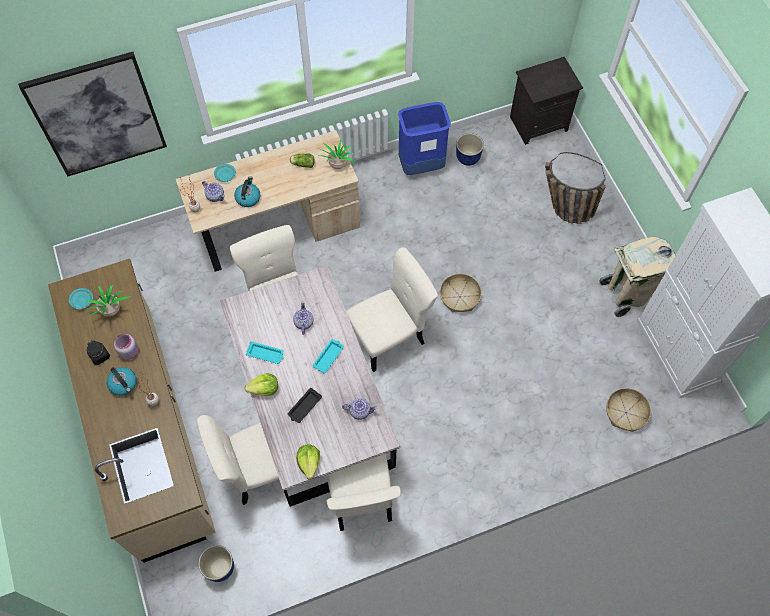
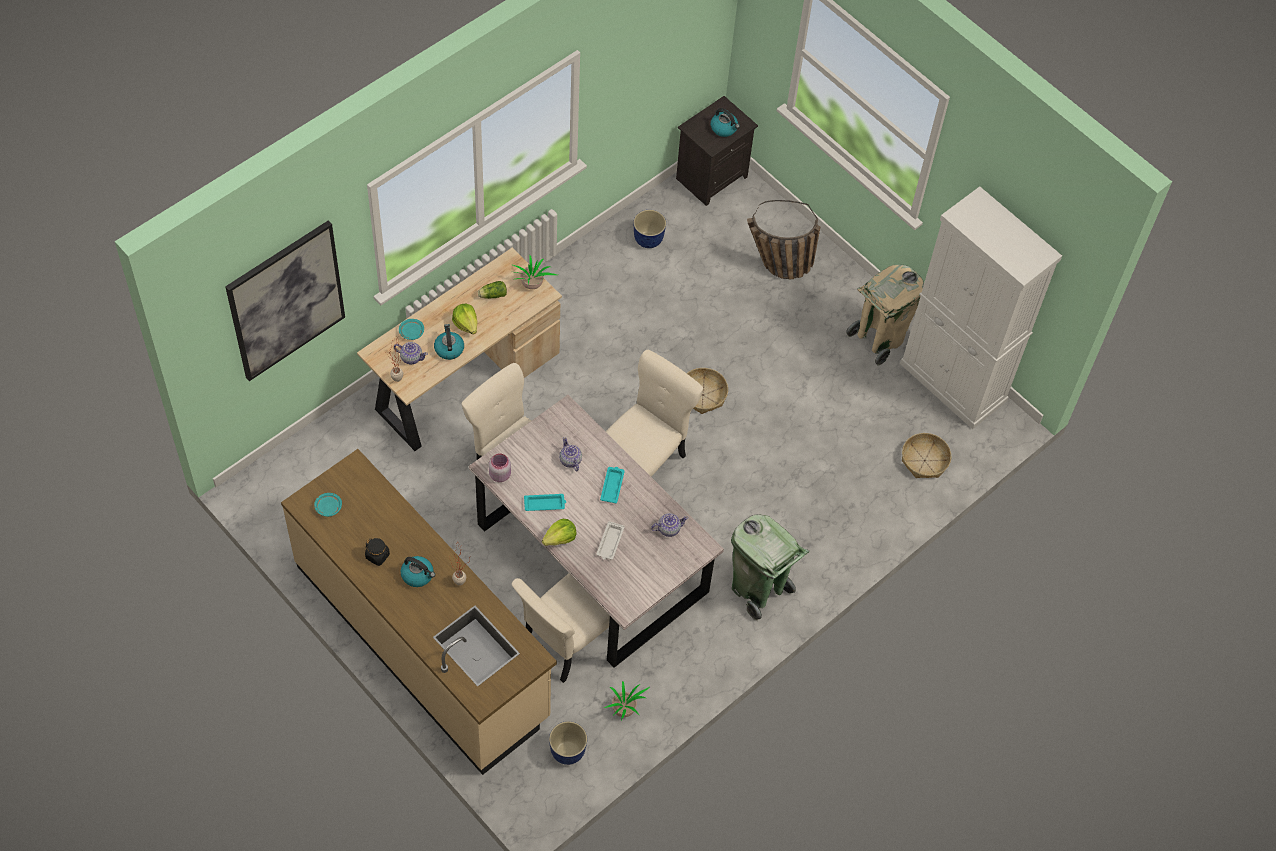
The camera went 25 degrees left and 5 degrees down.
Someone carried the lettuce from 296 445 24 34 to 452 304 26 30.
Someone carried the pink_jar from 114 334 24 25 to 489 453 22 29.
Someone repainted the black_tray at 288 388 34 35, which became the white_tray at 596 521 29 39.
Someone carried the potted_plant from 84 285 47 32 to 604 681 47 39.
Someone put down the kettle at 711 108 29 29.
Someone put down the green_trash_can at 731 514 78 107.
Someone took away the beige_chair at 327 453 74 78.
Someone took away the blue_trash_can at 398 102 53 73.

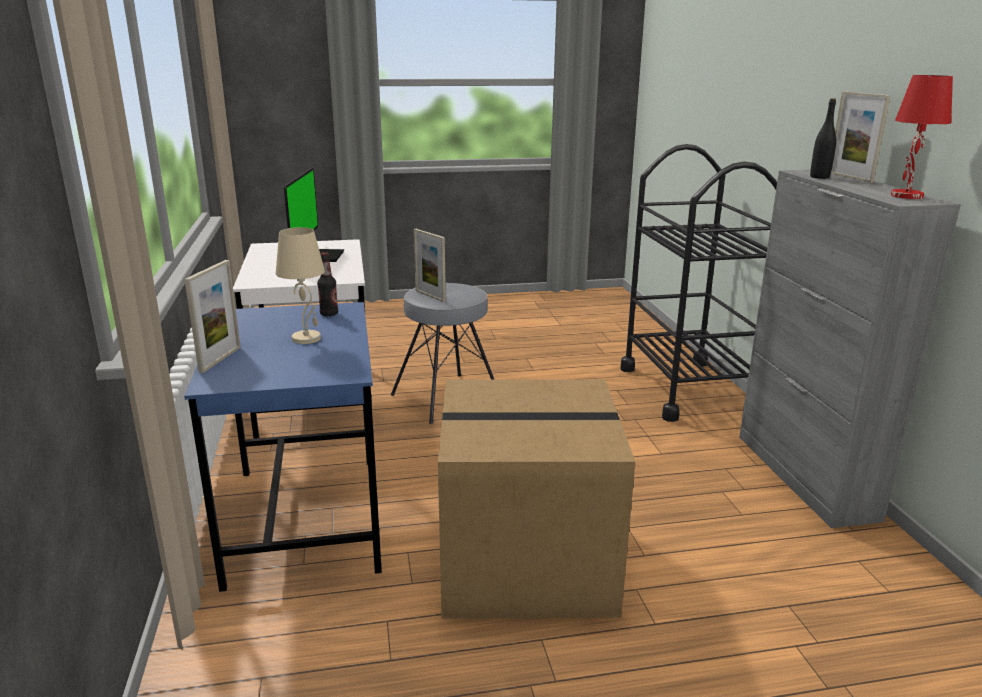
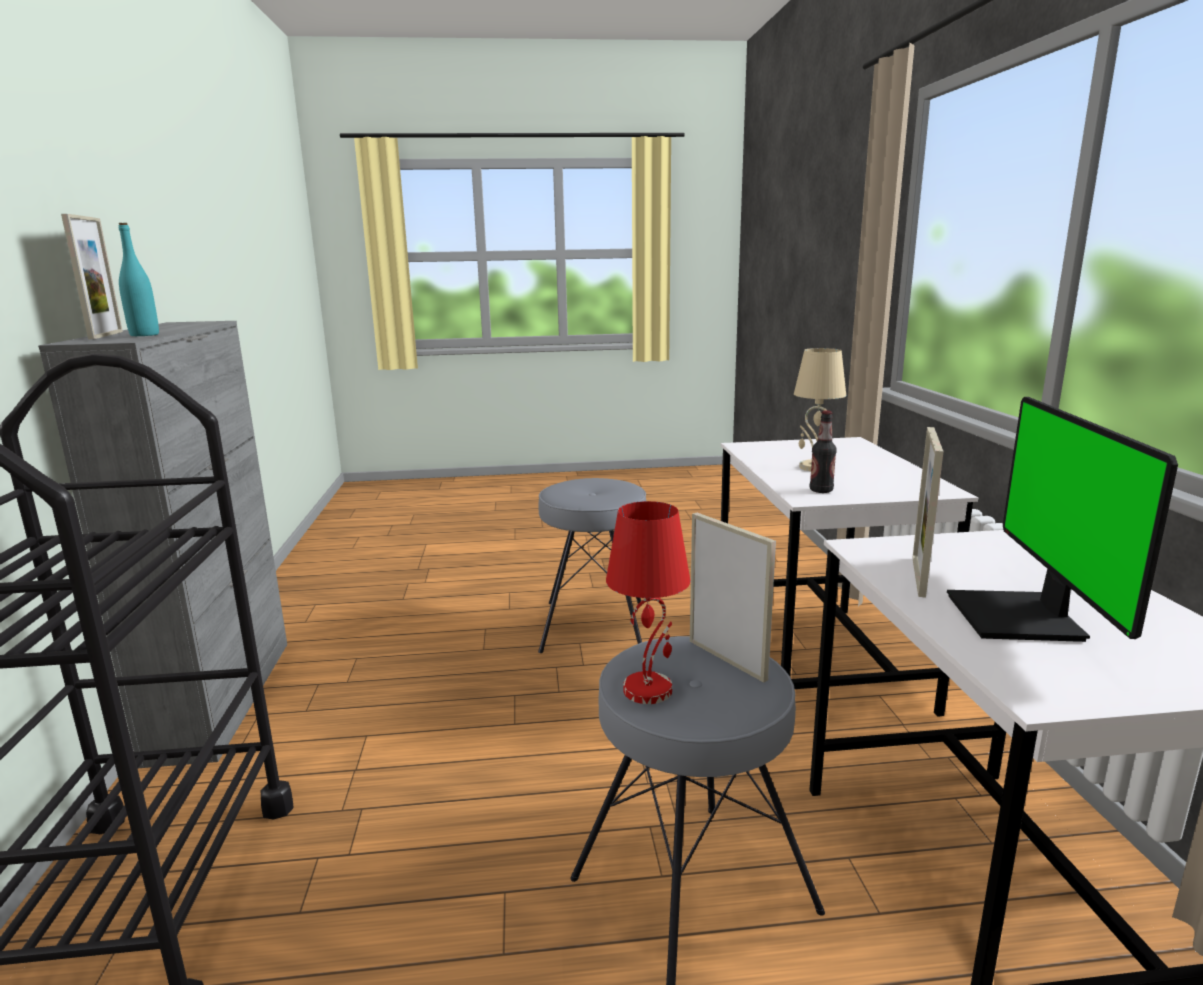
The camera went 175 degrees left and 5 degrees down.
Someone repainted the black_bottle at 810 98 26 81, which became the turquoise_bottle at 119 223 40 113.
Someone swapped the cardboard_box at 438 379 197 240 for the grey_stool at 538 478 108 175.
Someone carried the red_table_lamp from 891 75 62 124 to 606 501 85 203.
Someone repainted the blue_desk at 184 302 198 290, which became the white_desk at 721 437 257 280.
Someone carried the picture_frame from 184 260 57 113 to 912 427 32 171.

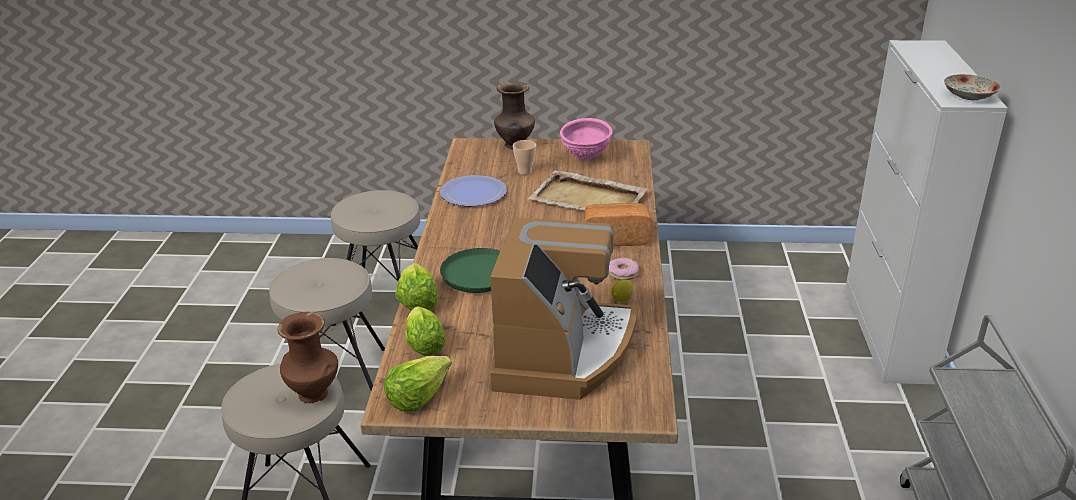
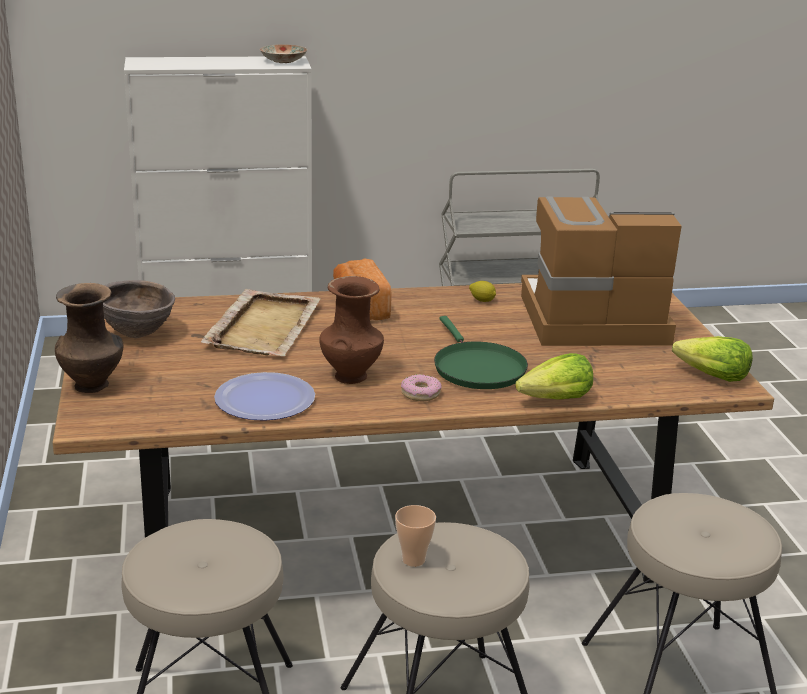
The camera went 105 degrees left and 5 degrees down.
Someone repainted the pink_bowl at 560 118 52 42, which became the brown_bowl at 103 280 72 58.
Someone carried the brown_vase from 277 312 61 91 to 320 276 64 108.
Someone carried the cup from 513 140 23 35 to 395 505 41 62.
Someone carried the donut from 609 258 30 22 to 401 374 41 27.
Someone took away the lettuce at 405 306 41 50.

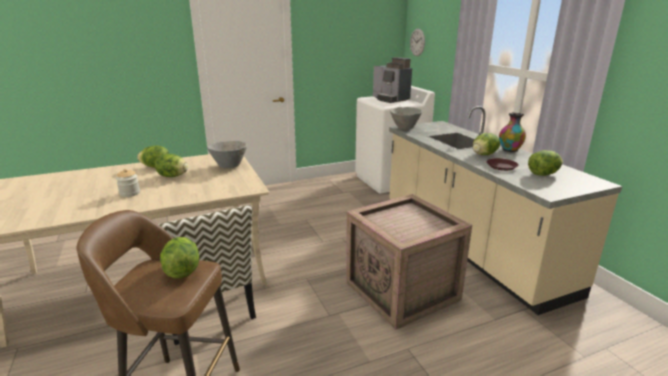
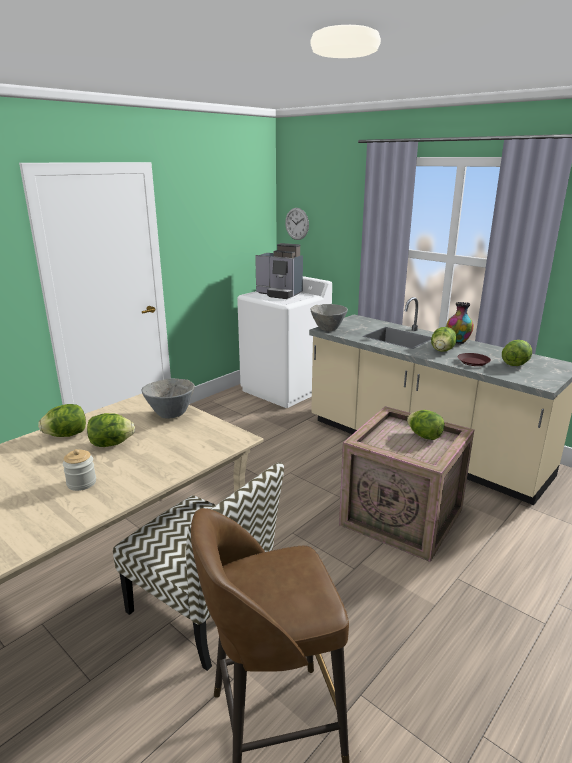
The camera went 25 degrees left and 0 degrees up.
Someone carried the lettuce from 160 237 39 41 to 407 410 38 30.

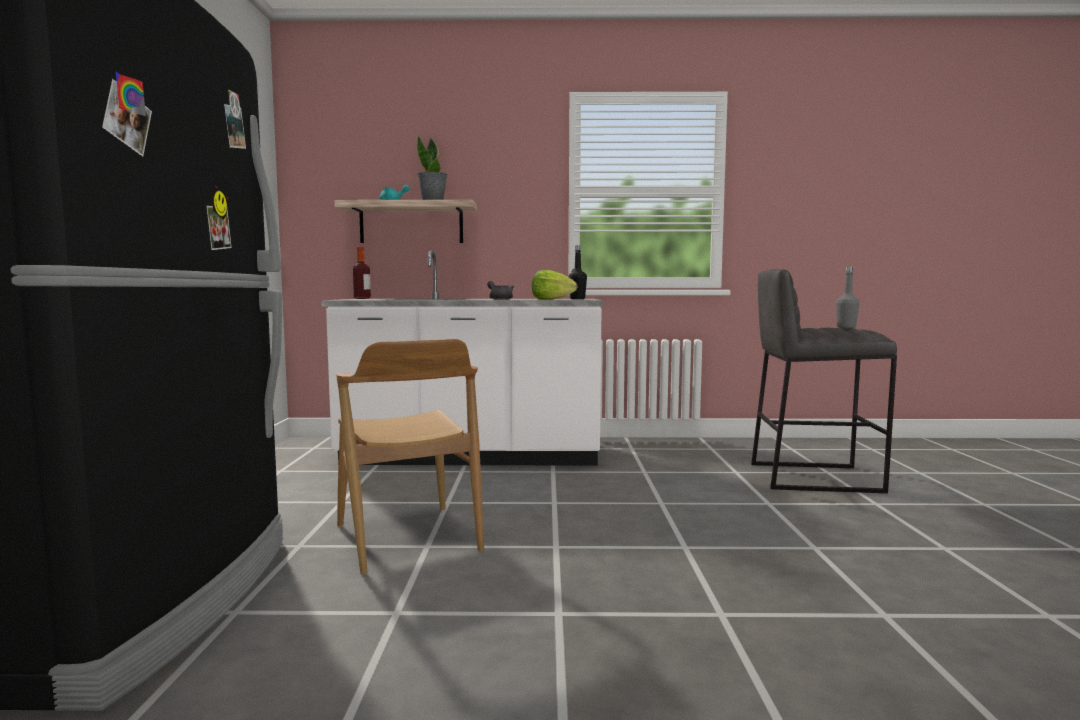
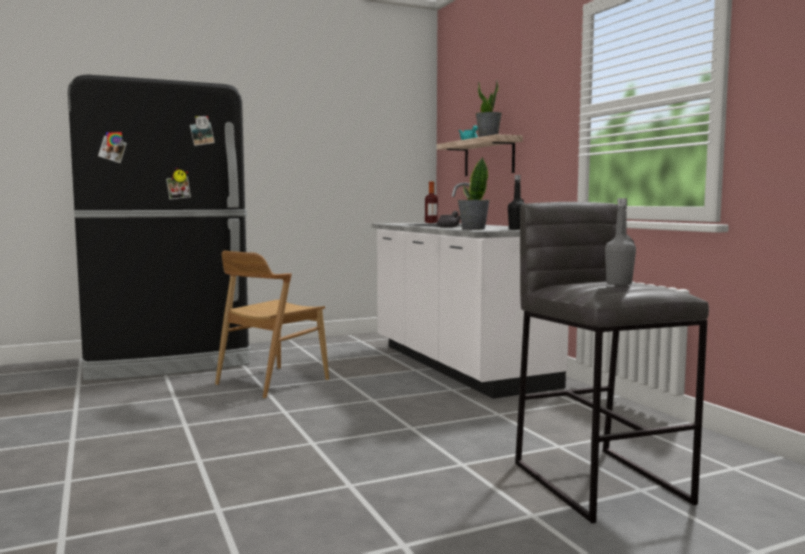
The camera went 65 degrees right and 0 degrees up.
Someone swapped the lettuce at 532 270 46 30 for the potted_plant at 457 157 33 73.

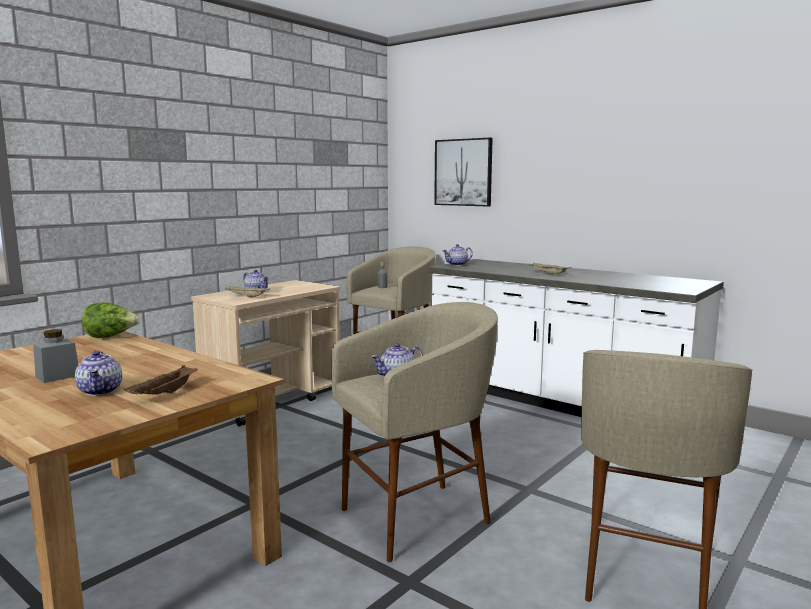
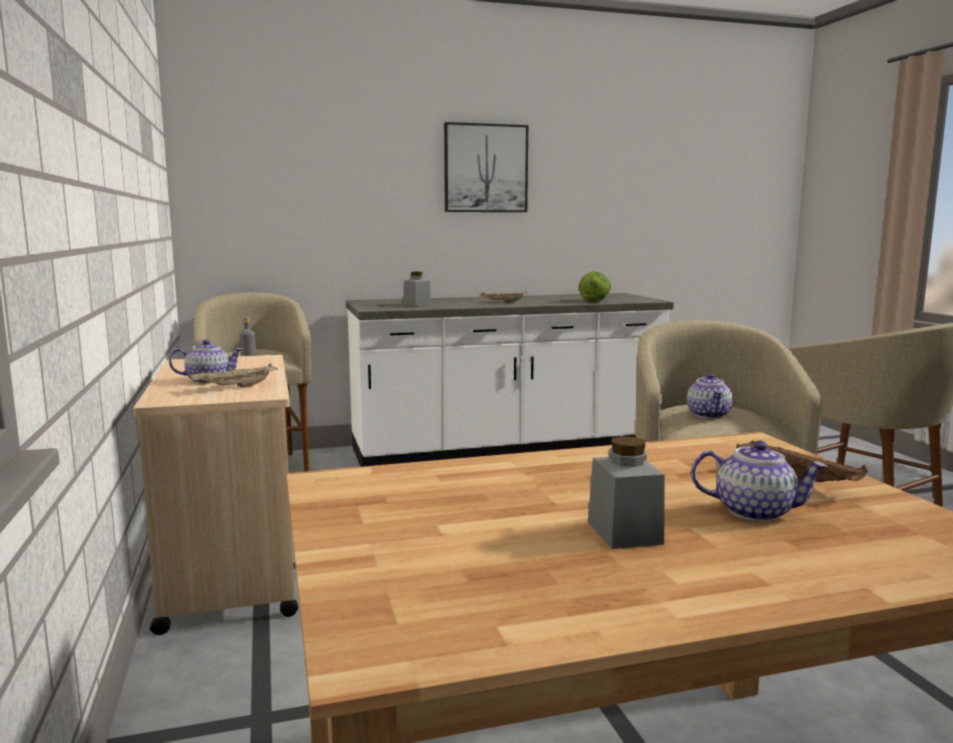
The camera went 55 degrees left and 0 degrees up.
Someone put down the grey_jar at 403 272 28 34.
Someone carried the picture from 434 138 59 68 to 444 122 84 90.
Someone carried the lettuce from 82 302 58 36 to 579 271 32 31.
Someone took away the teapot at 443 244 30 22.

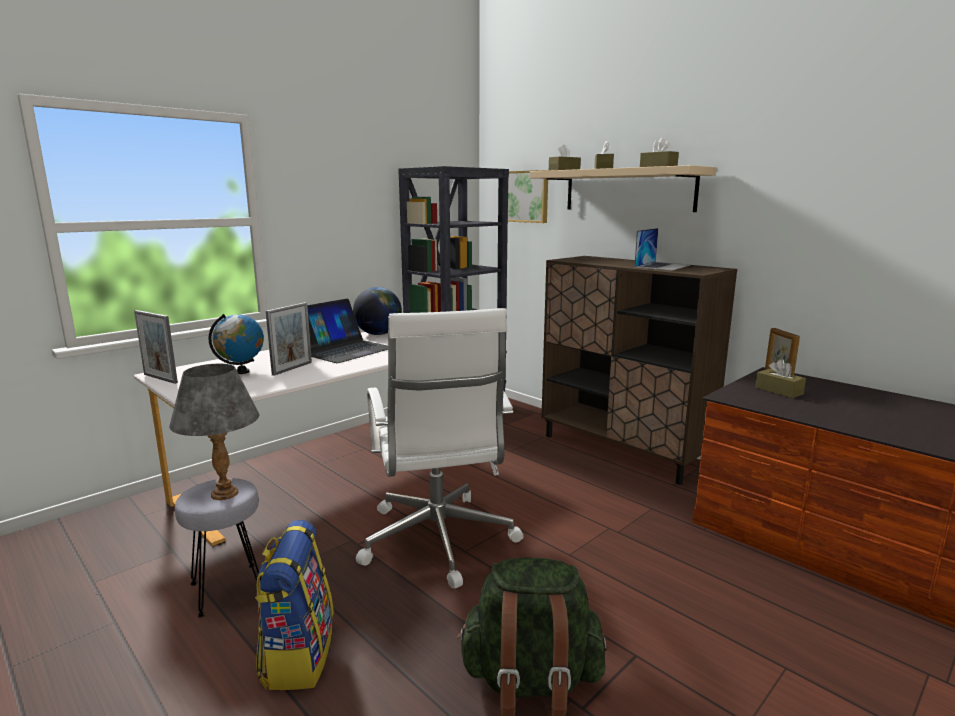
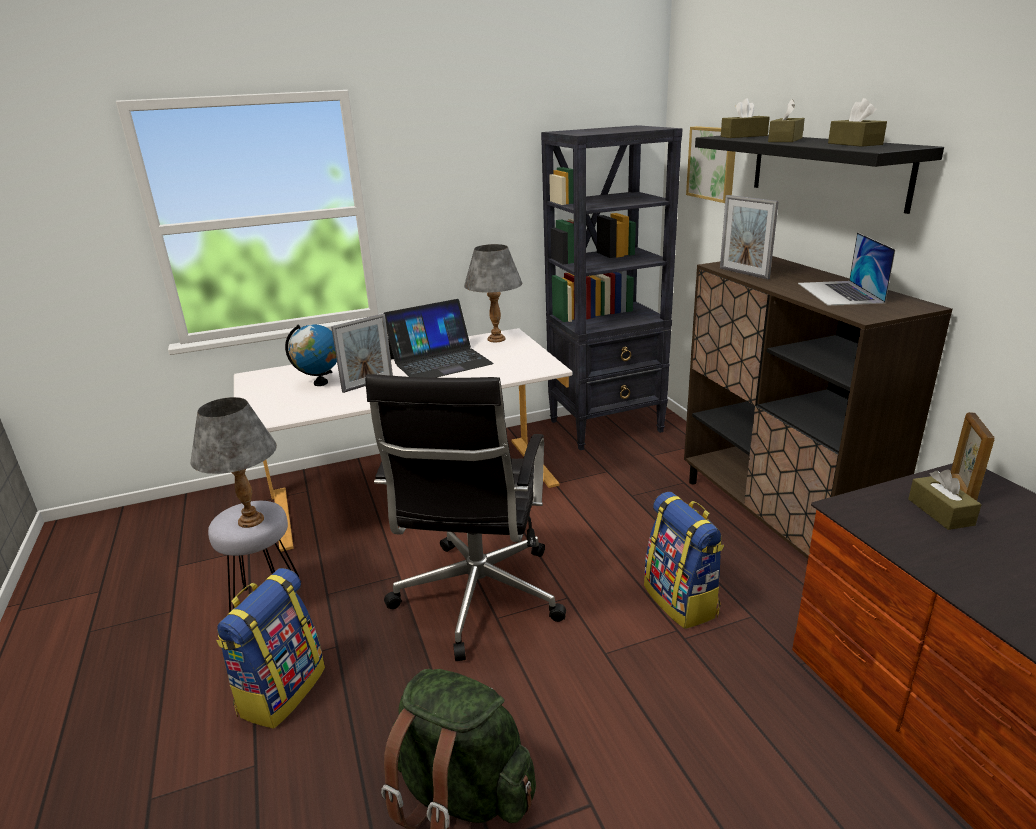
The camera went 25 degrees right and 10 degrees up.
Someone repainted the white_office_chair at 356 308 168 280, which became the black_office_chair at 365 374 201 287.
Someone swapped the globe at 353 287 49 48 for the grey_table_lamp at 464 244 58 98.
Someone put down the backpack at 644 492 80 137.
Someone repainted the beige_shelf at 530 165 187 47, which became the black_shelf at 695 135 249 79.
Someone carried the picture_frame from 134 310 44 74 to 720 195 59 84.
Someone rotated the laptop at 634 228 57 43 by 120 degrees clockwise.

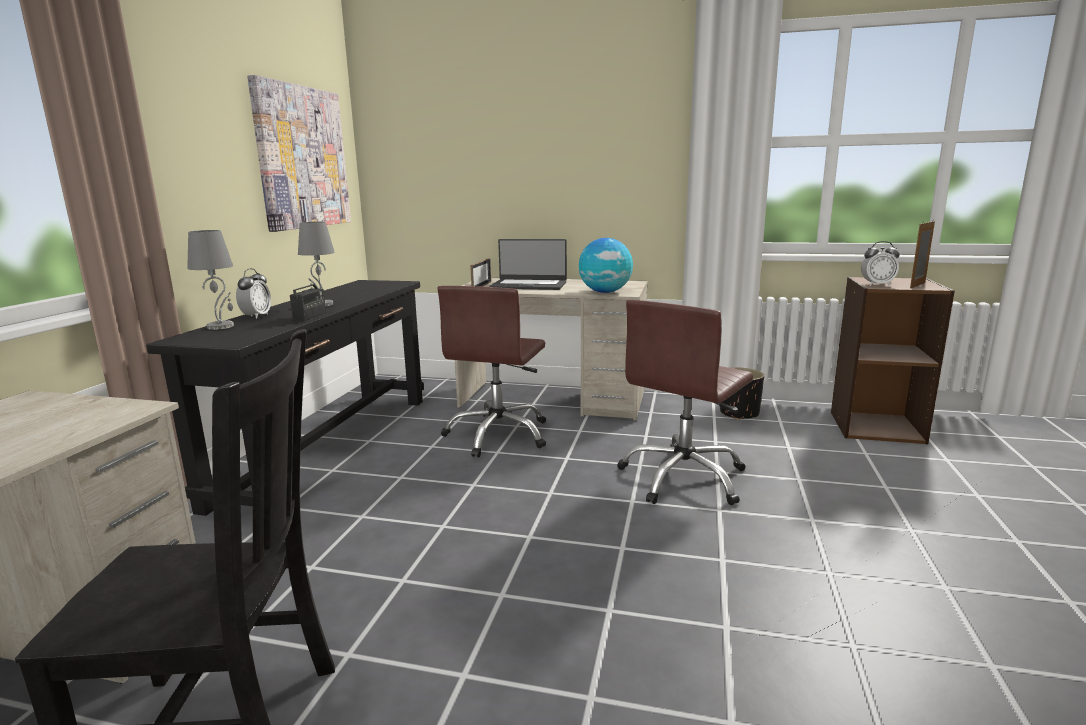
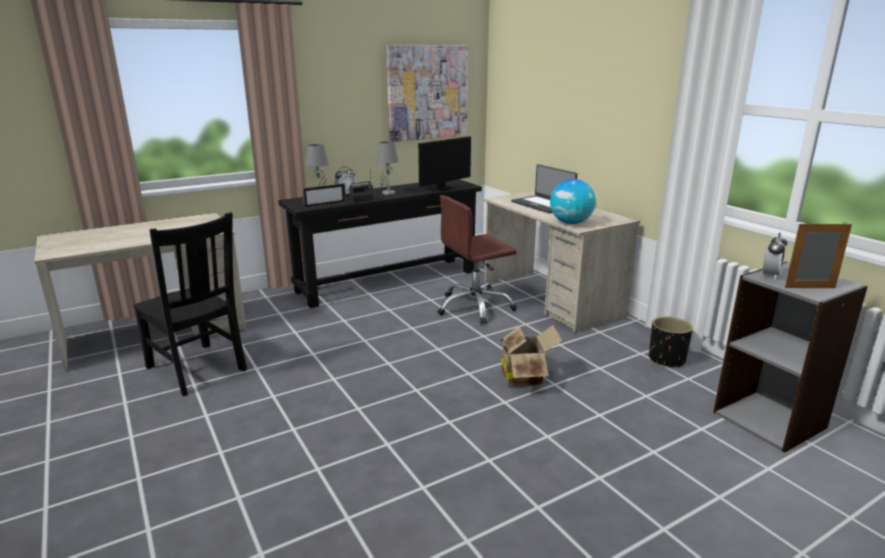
The camera went 45 degrees right and 5 degrees up.
Someone carried the picture_frame from 470 258 21 29 to 302 183 44 25.
Someone put down the monitor at 418 136 53 55.
Someone swapped the brown_office_chair at 617 300 136 205 for the cardboard_box at 500 325 62 62.
Someone repainted the brown_bookcase at 831 277 124 167, which became the grey_bookcase at 713 262 155 191.
Someone rotated the alarm_clock at 861 241 39 45 by 105 degrees counterclockwise.

